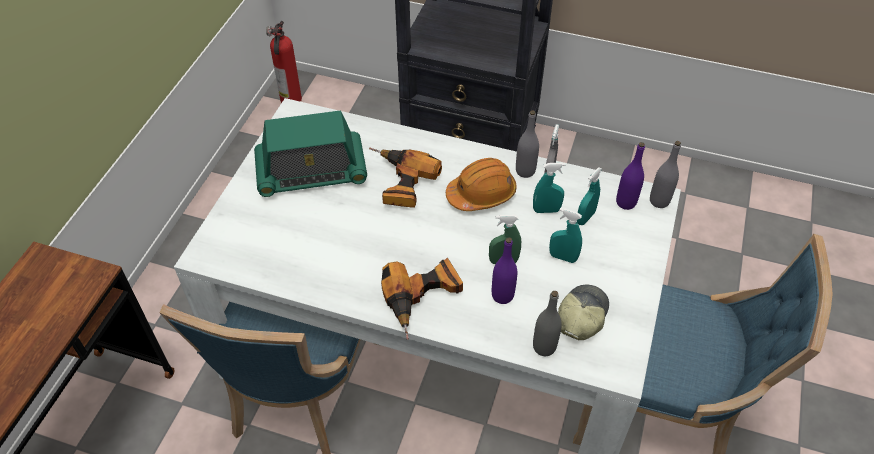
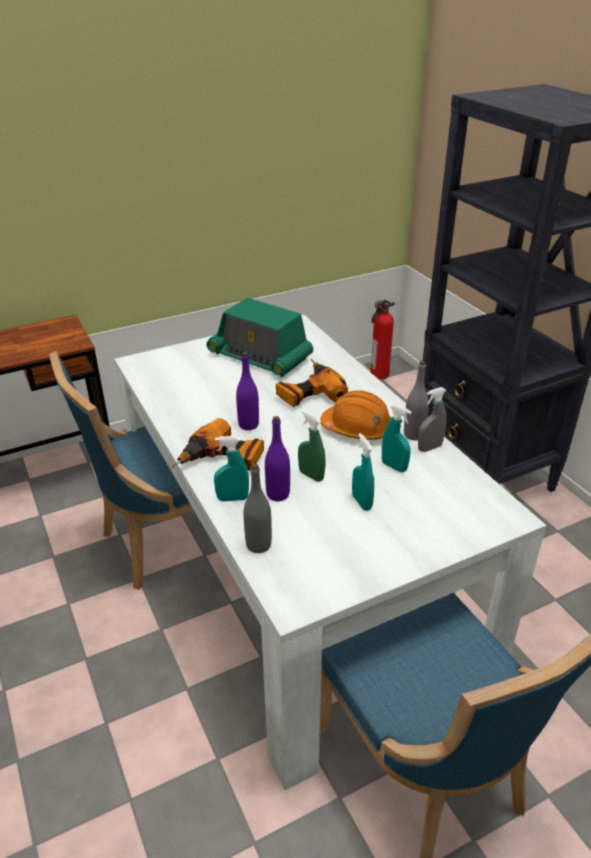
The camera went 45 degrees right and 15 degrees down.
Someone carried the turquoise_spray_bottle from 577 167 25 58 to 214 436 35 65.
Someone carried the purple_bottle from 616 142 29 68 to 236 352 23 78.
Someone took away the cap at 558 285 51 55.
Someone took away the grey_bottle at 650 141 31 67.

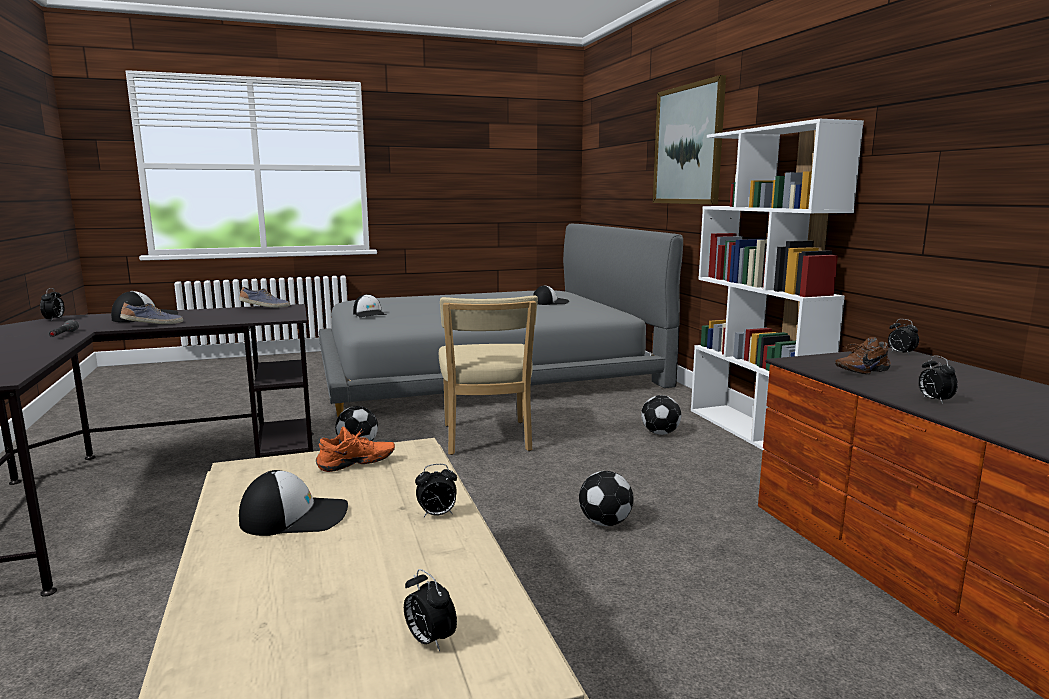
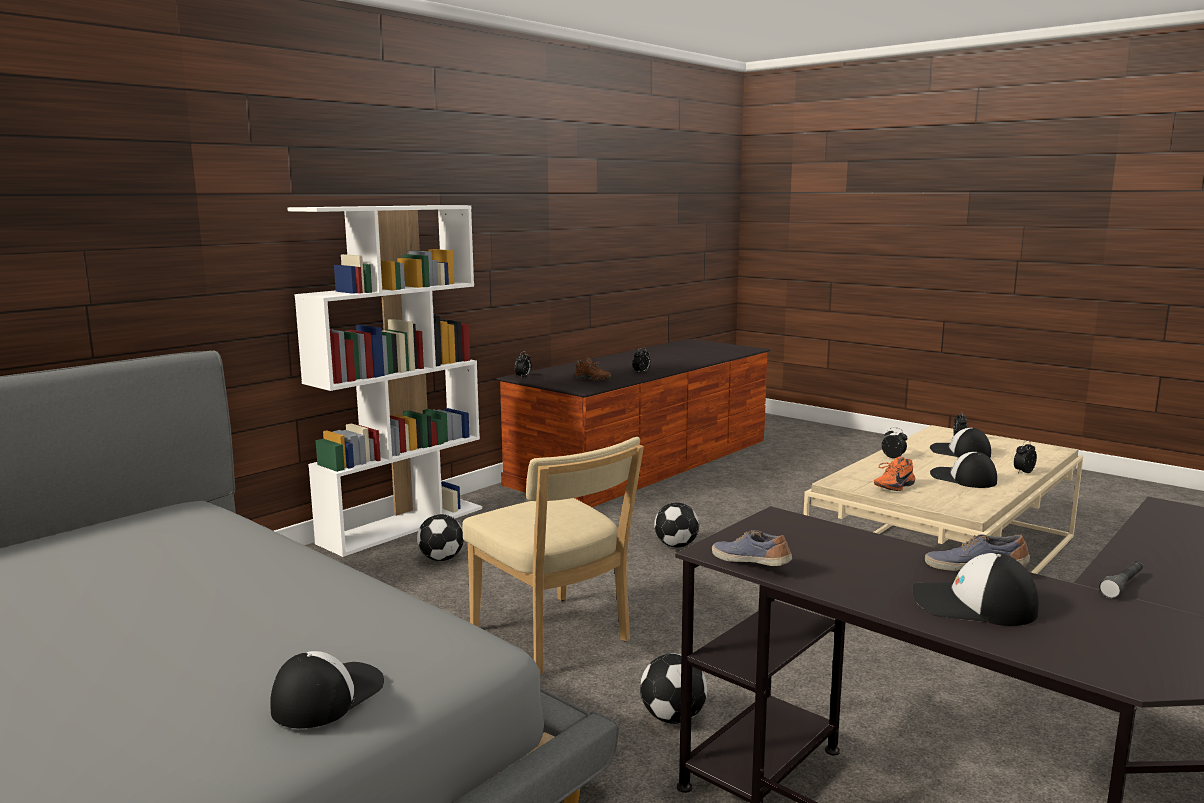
The camera went 120 degrees left and 0 degrees up.
Someone rotated the beige_chair at 439 296 99 159 by 90 degrees clockwise.
Someone rotated the orange_shoe at 316 427 79 45 by 75 degrees counterclockwise.
Someone carried the cap from 533 285 36 20 to 930 428 61 30.
Someone carried the alarm_clock from 40 288 24 33 to 1014 440 23 33.
Someone took away the picture at 653 75 73 129.

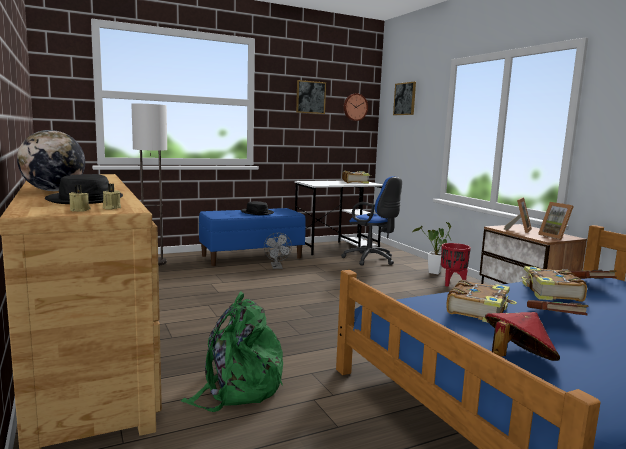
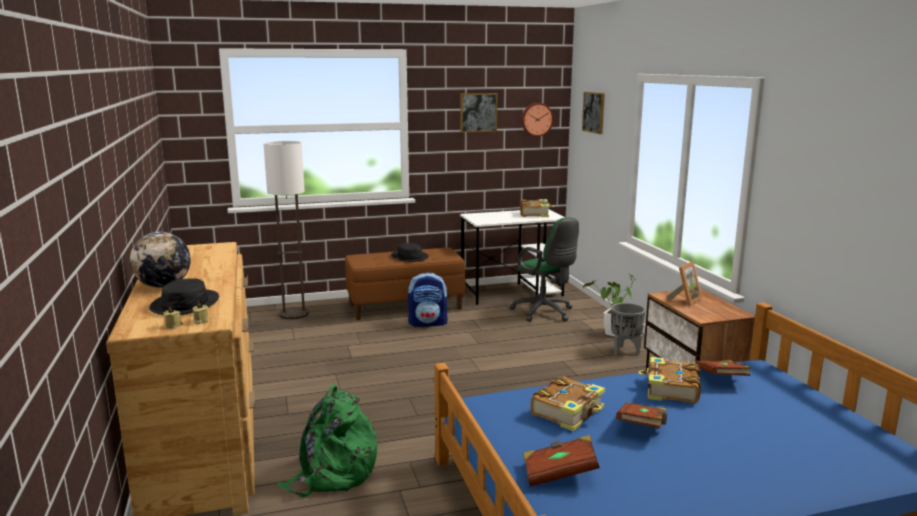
The camera went 10 degrees right and 5 degrees up.
Someone repainted the blue_bench at 199 208 107 58, which became the brown_bench at 345 247 121 73.
Someone swapped the grey_fan at 264 233 28 36 for the backpack at 408 273 40 53.
Someone repainted the blue_office_chair at 341 176 61 90, which became the green_office_chair at 509 217 70 105.
Someone swapped the red_hat at 485 312 75 49 for the brown_book at 523 435 77 52.
Someone repainted the red_planter at 441 243 30 44, which became the grey_planter at 611 303 34 53.
Someone took away the picture_frame at 538 202 36 38.

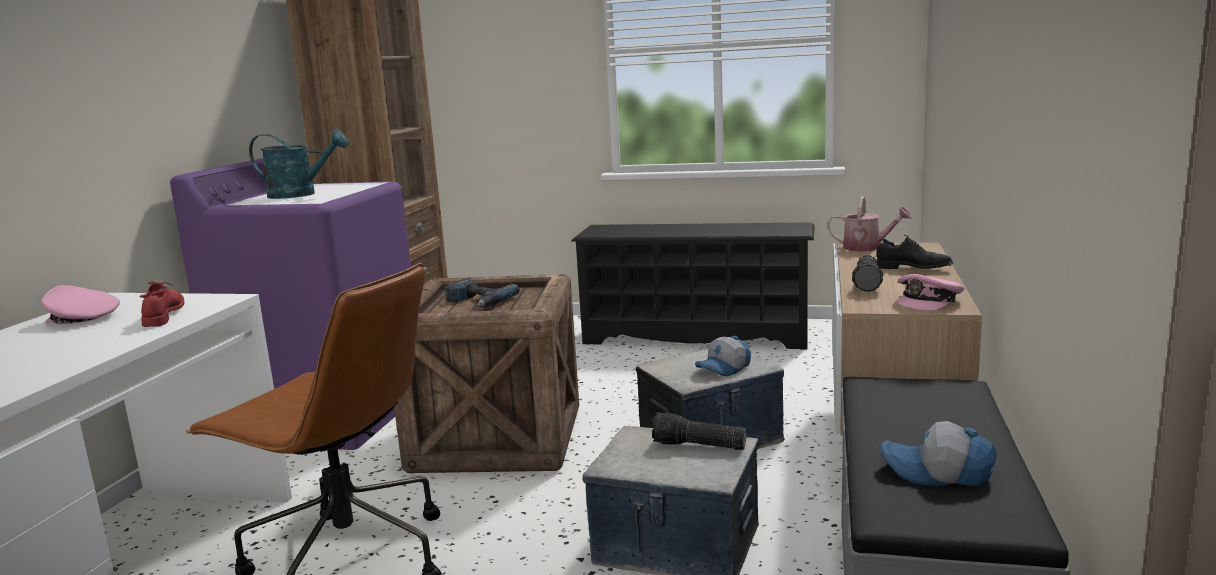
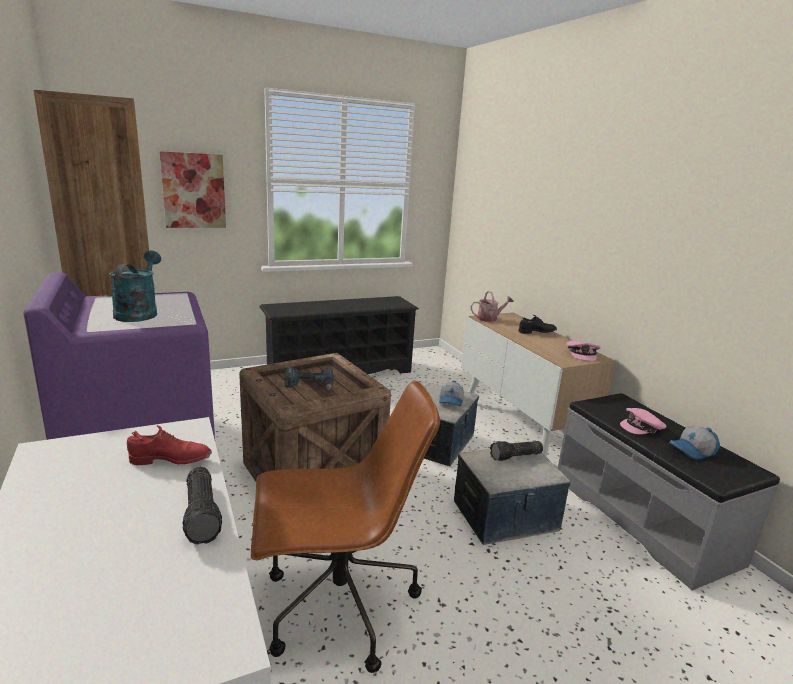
The camera went 40 degrees left and 5 degrees up.
Someone rotated the turquoise_watering_can at 249 130 100 69 by 60 degrees counterclockwise.
Someone rotated the red_shoe at 140 281 44 46 by 135 degrees clockwise.
Someone put up the picture at 160 151 66 77.
Someone carried the flashlight from 852 255 31 37 to 182 467 40 78.
Someone carried the pink_cap from 42 285 78 39 to 620 408 46 26.

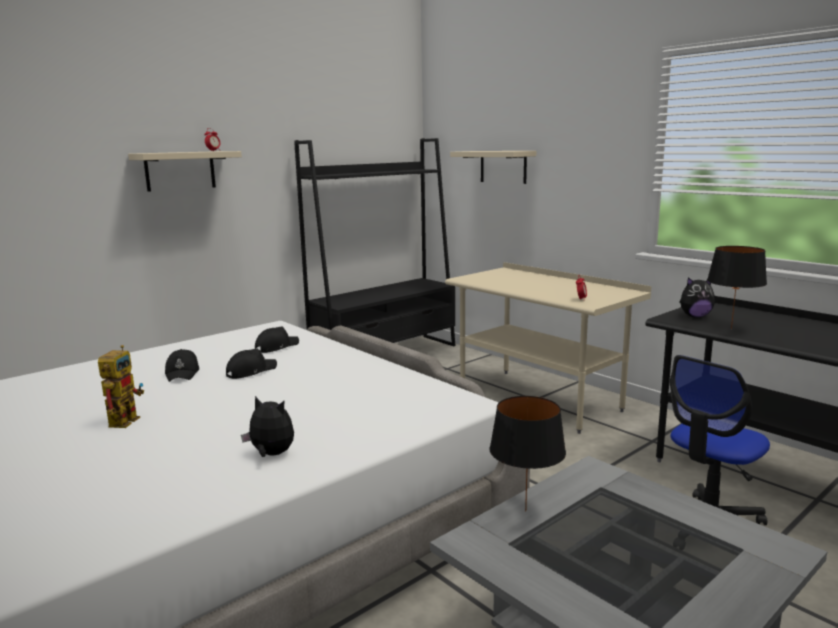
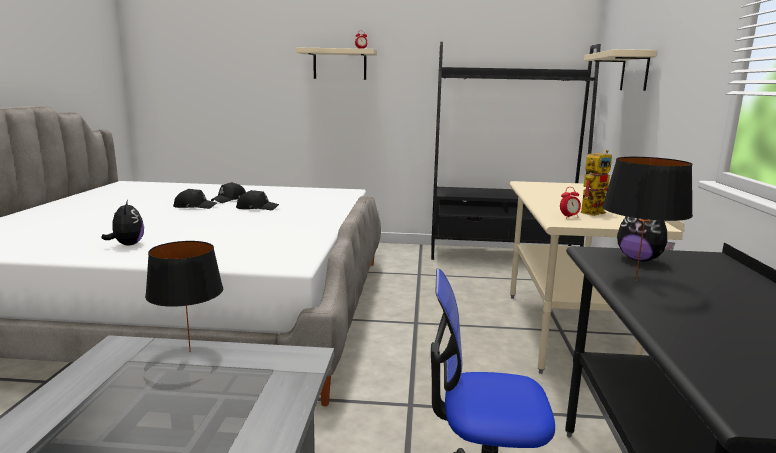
The camera went 45 degrees right and 0 degrees up.
Someone carried the black_cap from 255 327 44 26 to 173 189 44 20.
Someone carried the toy_robot from 98 345 46 83 to 581 150 31 66.

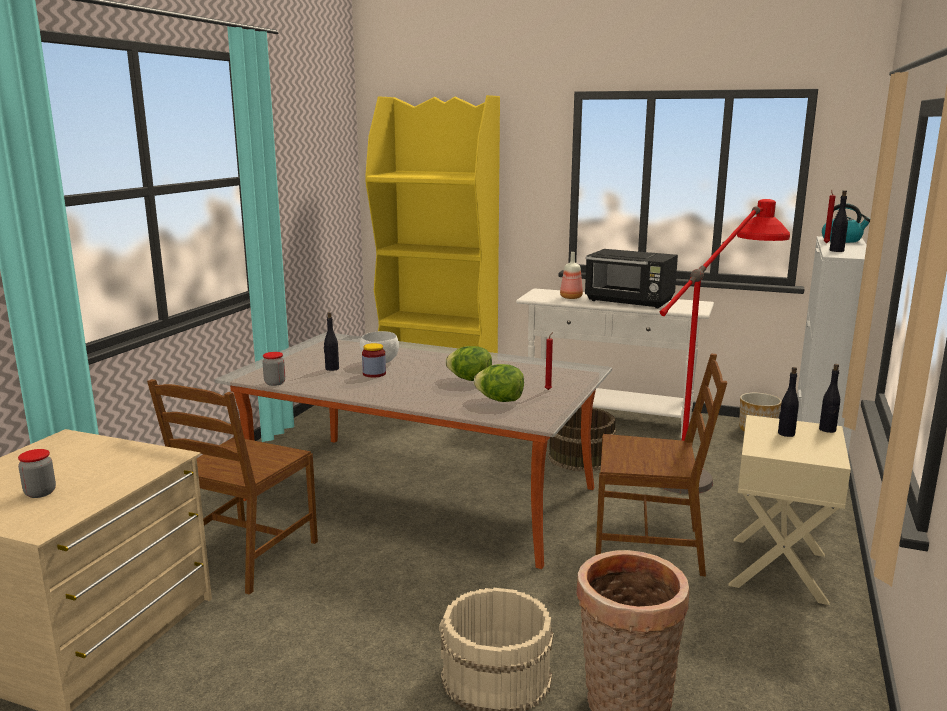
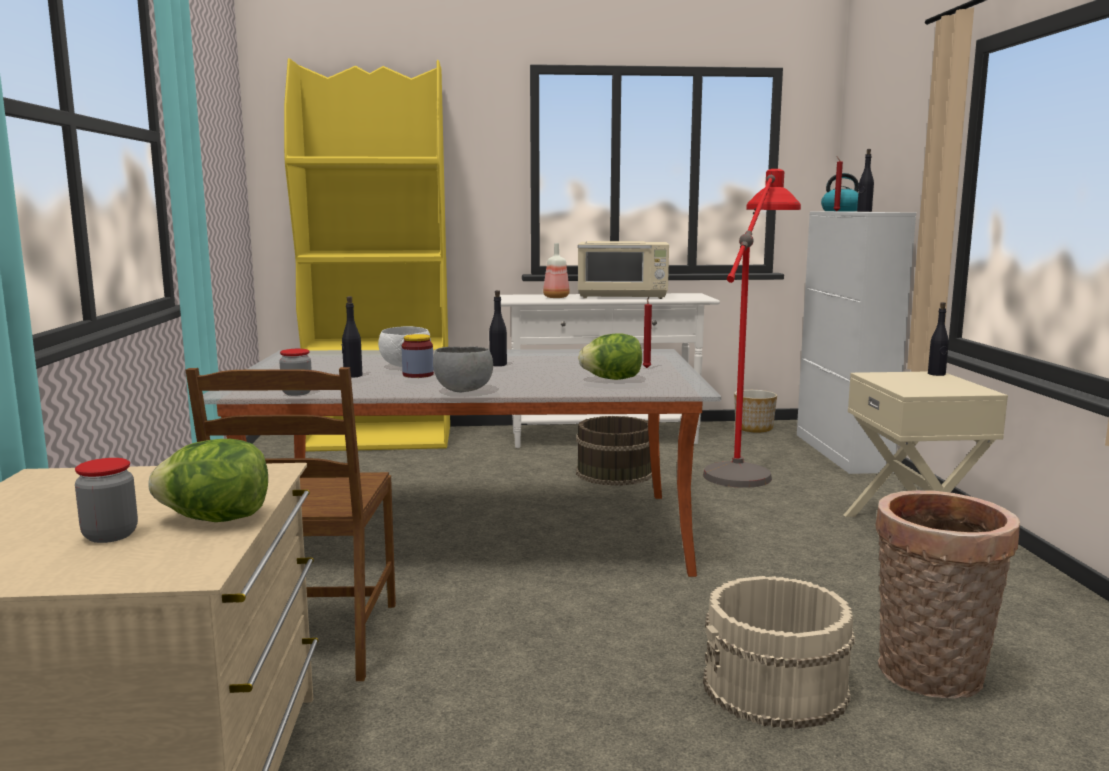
The camera went 25 degrees left and 5 degrees down.
Someone carried the lettuce from 445 346 47 35 to 148 439 120 83.
Someone put down the grey_bowl at 433 346 60 46.
Someone carried the black_bottle from 778 367 21 70 to 489 290 18 76.
Someone repainted the black_microwave at 585 249 93 60, which became the beige_microwave at 578 241 91 58.
Someone took away the brown_chair at 596 354 131 222.

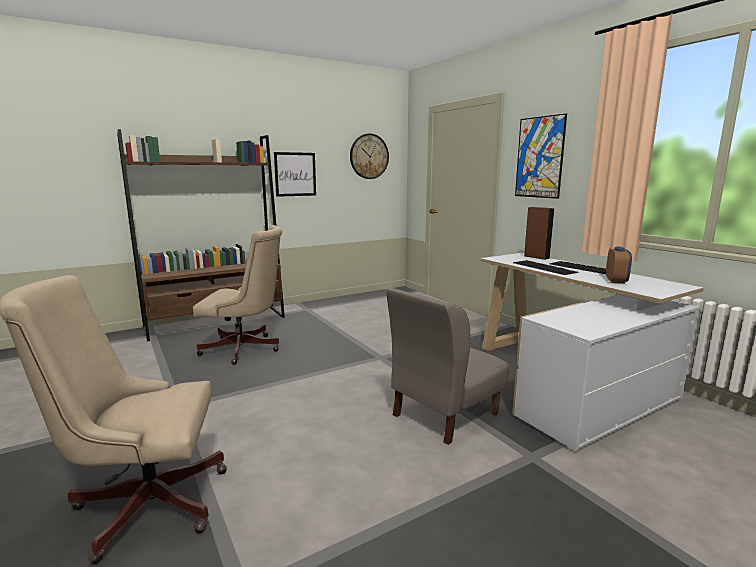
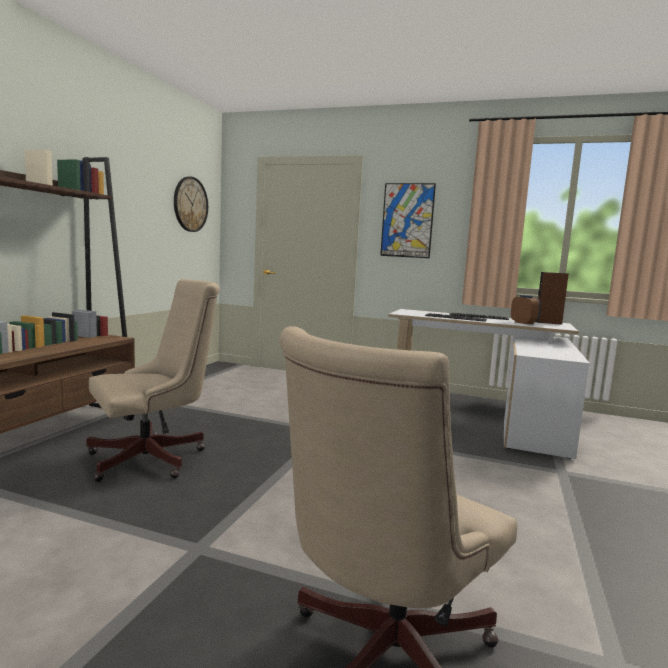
The camera went 40 degrees left and 5 degrees down.
Someone carried the brown_speaker from 524 207 30 53 to 536 272 33 53.
Someone took away the picture at 274 152 42 45.
Someone took away the grey_chair at 386 288 123 157.

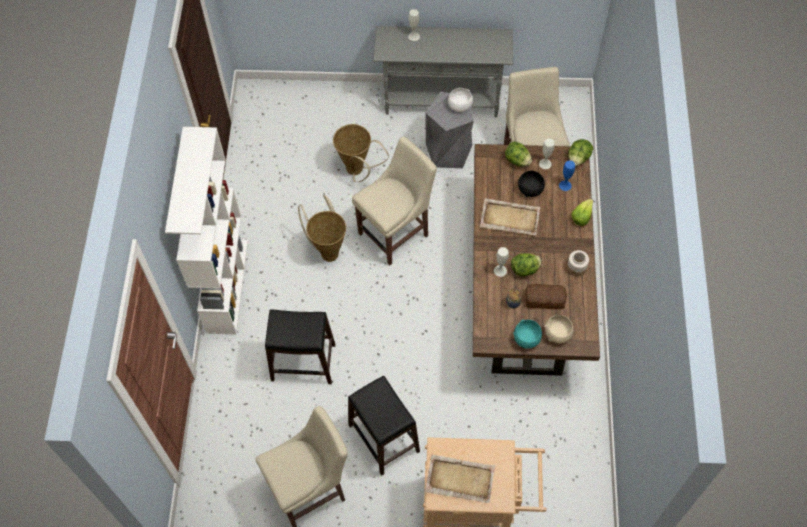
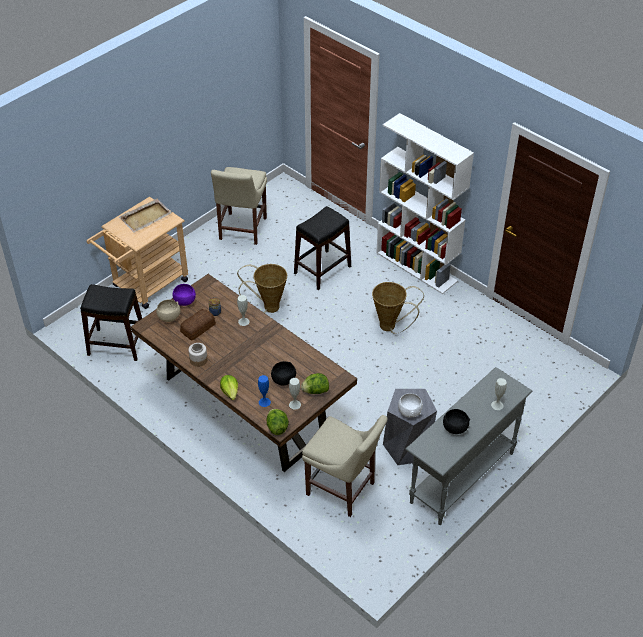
The camera went 130 degrees right and 15 degrees down.
Someone carried the black_stool from 348 376 72 100 to 80 284 62 77.
Someone repainted the turquoise_bowl at 514 319 28 30, which became the purple_bowl at 173 284 23 22.
Someone carried the basket from 333 124 56 58 to 237 264 50 49.
Someone put down the black_bowl at 443 409 27 25.
Someone took away the beige_chair at 352 137 85 128.
Someone took away the beige_tray at 480 198 61 37.
Someone took away the lettuce at 511 253 31 23.

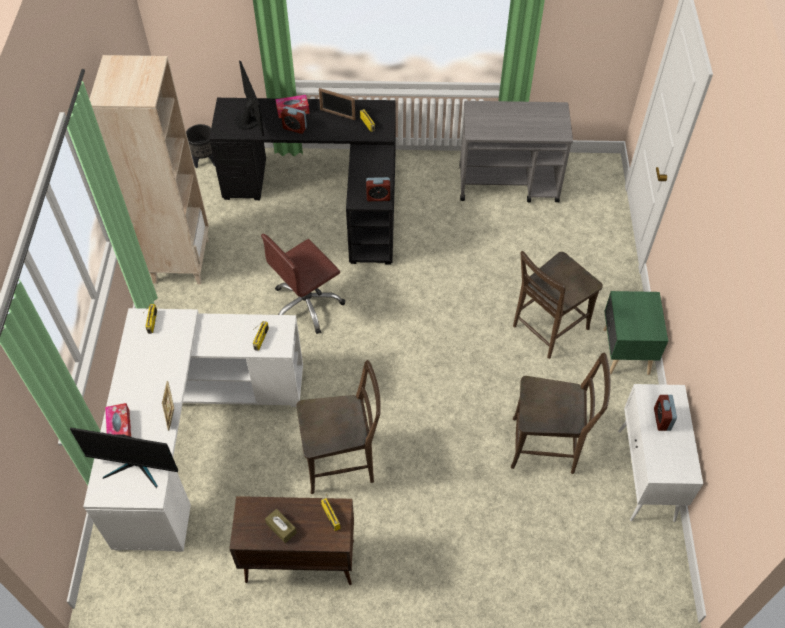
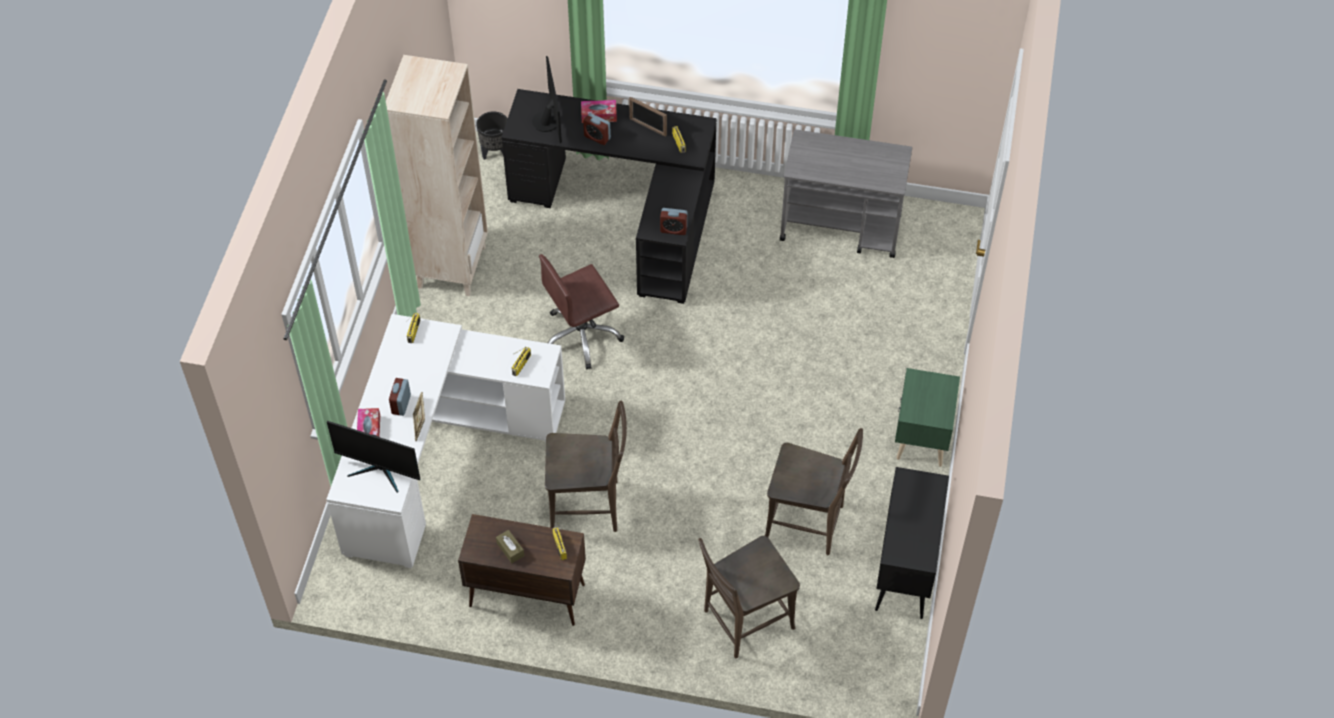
The camera went 10 degrees right and 0 degrees up.
Someone carried the alarm_clock from 654 395 23 36 to 389 378 22 38.
Someone carried the brown_chair from 513 251 90 108 to 698 536 102 122.
Someone repainted the white_cabinet at 618 384 85 138, which became the black_cabinet at 875 467 74 152.

